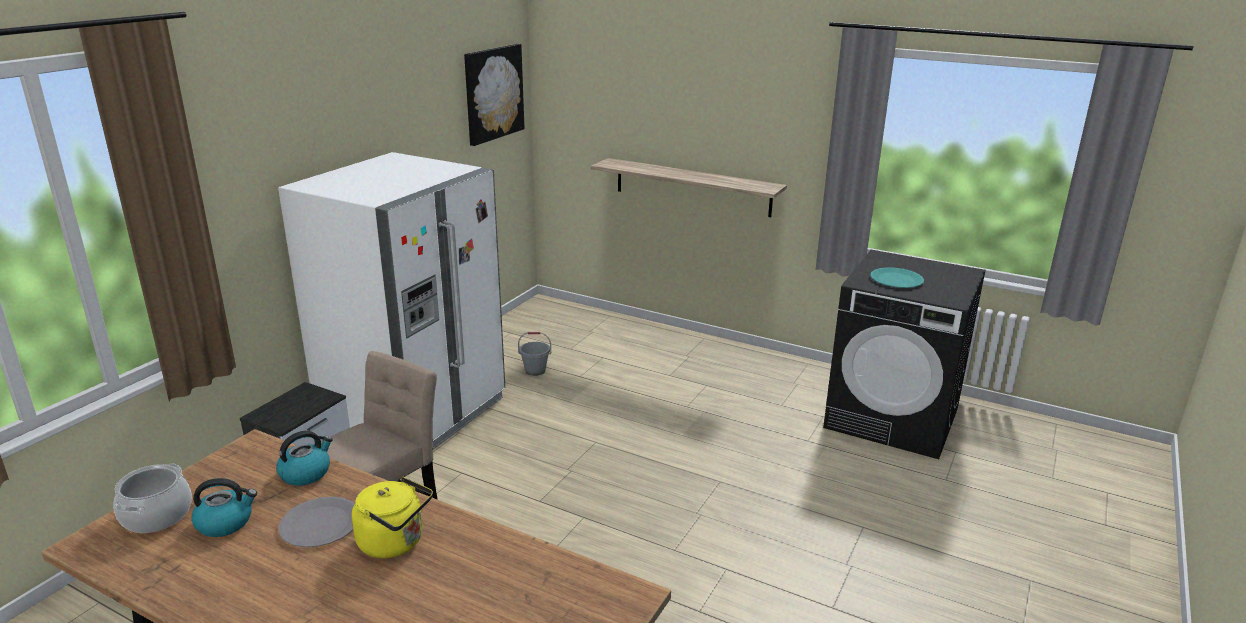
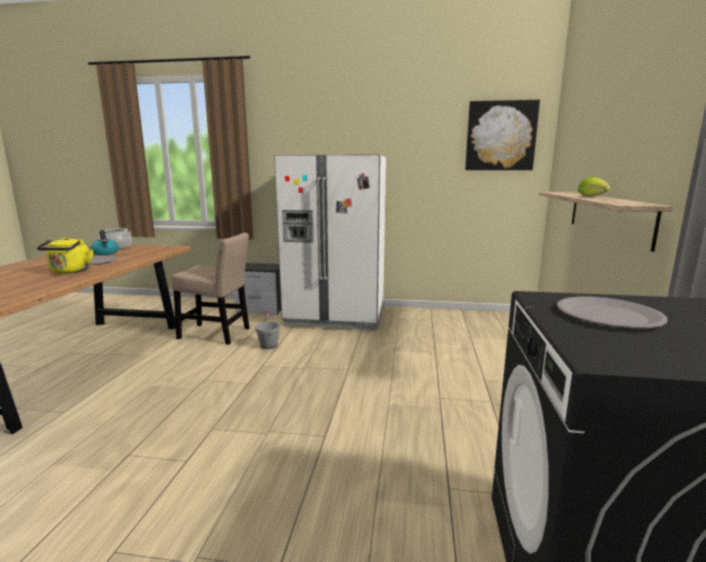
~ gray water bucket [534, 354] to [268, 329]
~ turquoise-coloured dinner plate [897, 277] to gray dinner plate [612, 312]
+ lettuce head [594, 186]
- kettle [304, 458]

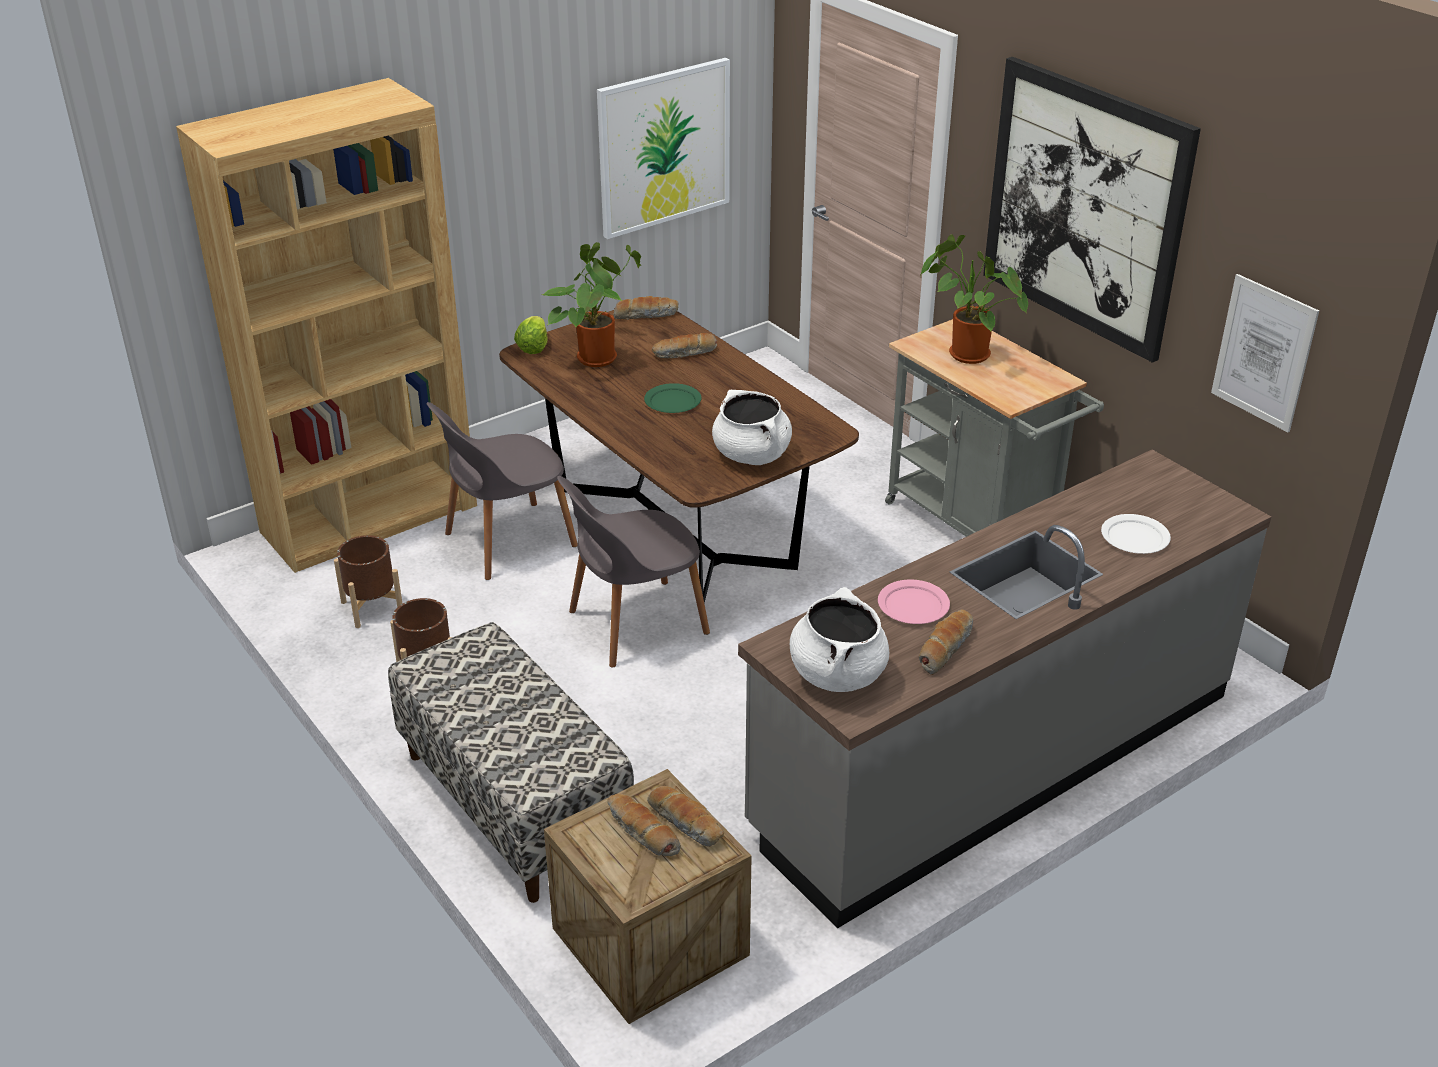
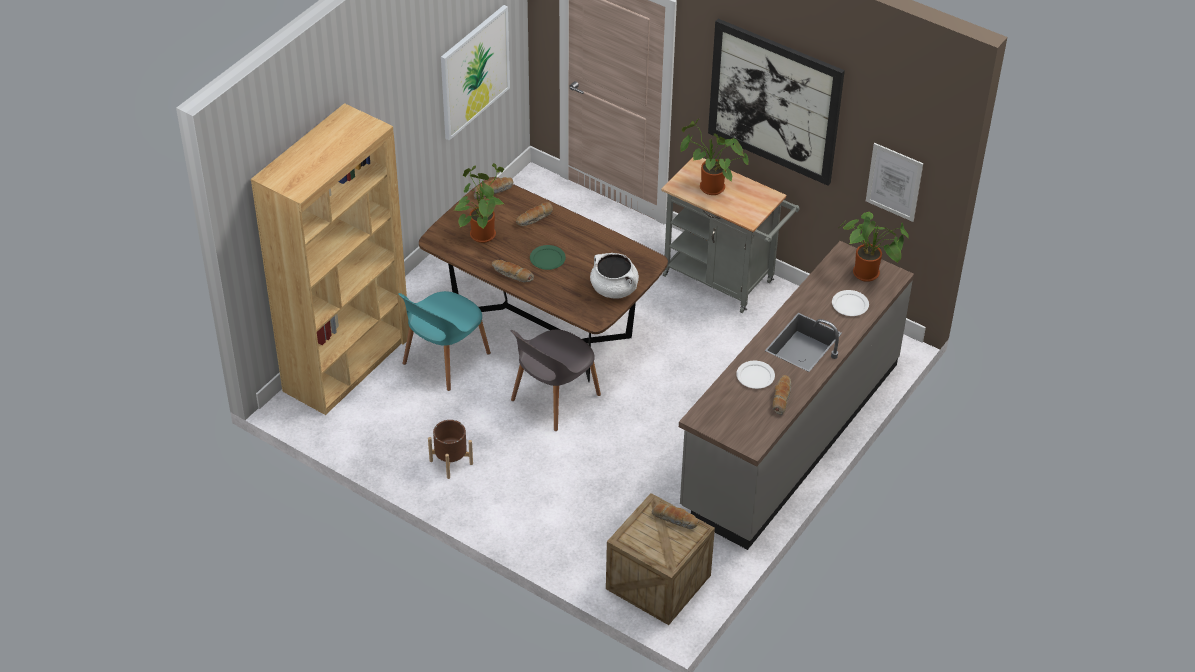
~ gray plain chair [502, 491] to turquoise-coloured plain chair [444, 341]
~ bakery bread [644, 825] to [513, 271]
~ pink dinner plate [914, 602] to white dinner plate [755, 375]
+ houseplant [873, 246]
- brownish planter [368, 581]
- long seat [511, 762]
- lettuce head [531, 335]
- white stockpot [839, 639]

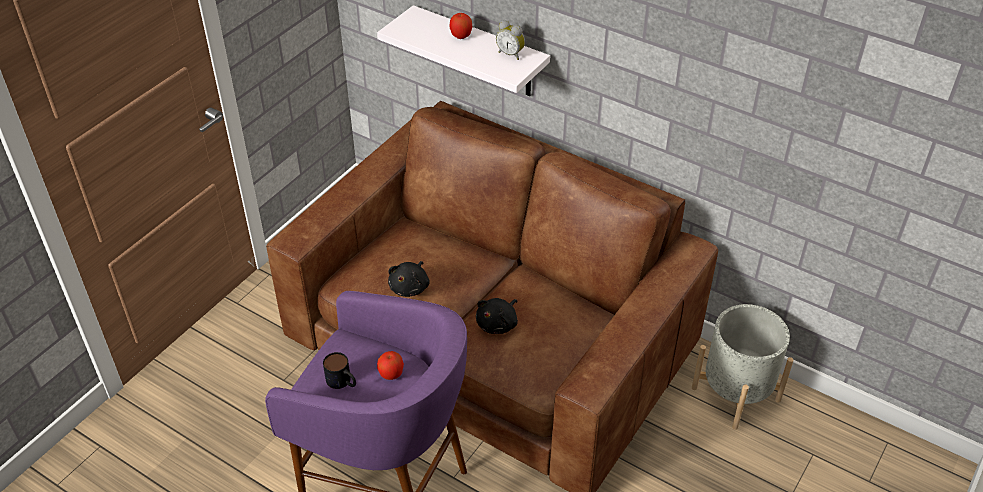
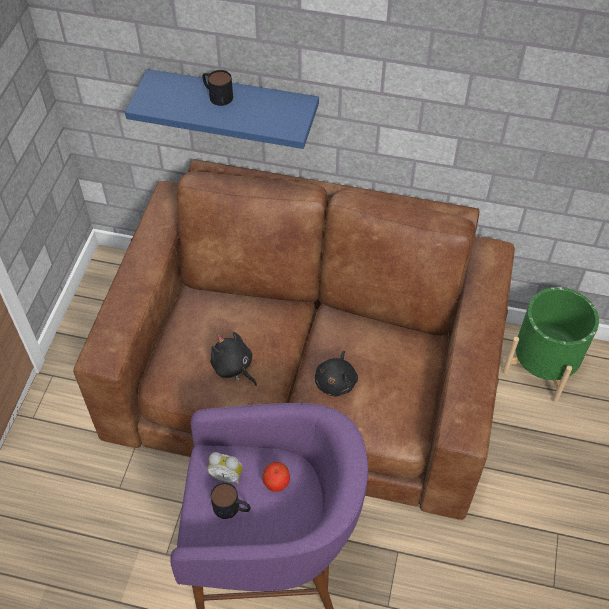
~ white wall shelf [463, 50] to blue-coloured wall shelf [222, 109]
~ whole apple [461, 26] to tea mug [217, 88]
~ bedside clock [510, 40] to [225, 468]
~ black soft toy [409, 279] = [233, 358] 135 degrees clockwise
~ gray planter [743, 367] to greenish planter [550, 345]

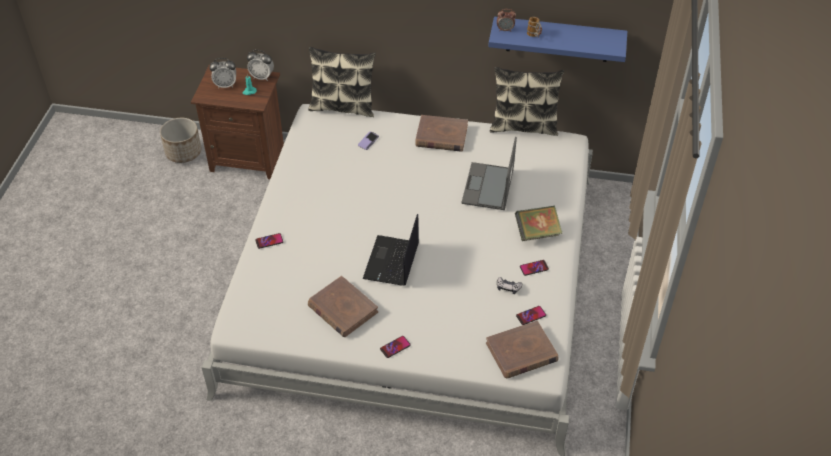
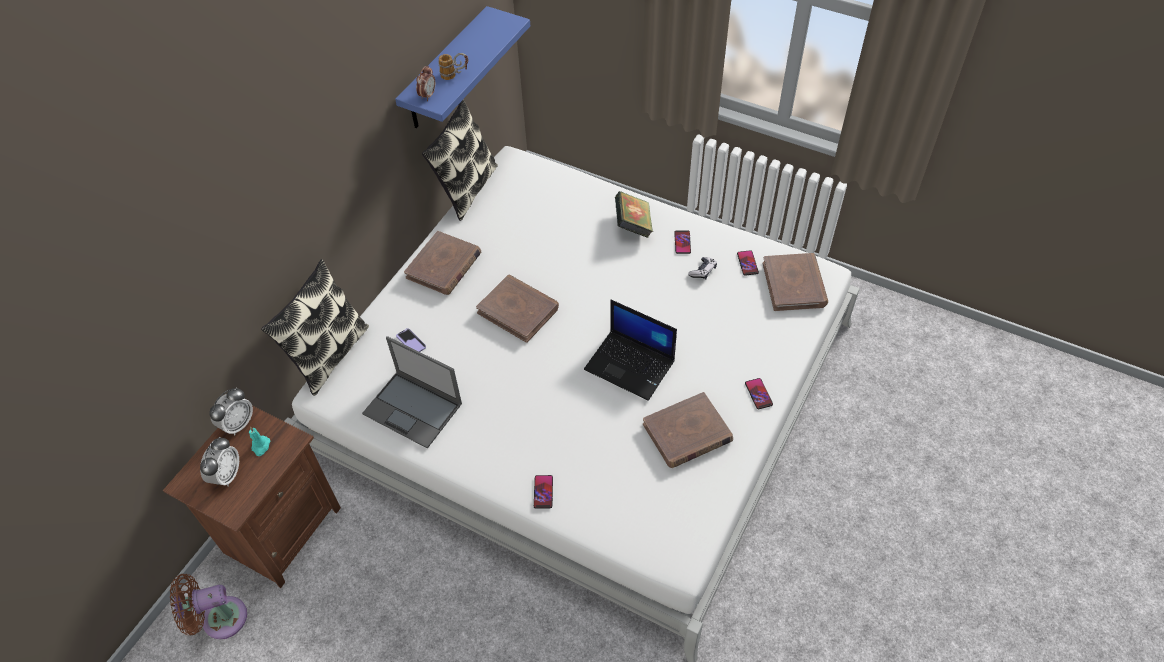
~ planter [180, 140] to brownish electric fan [208, 606]
~ portable computer [489, 173] to [412, 392]
+ brownish bound book [517, 309]

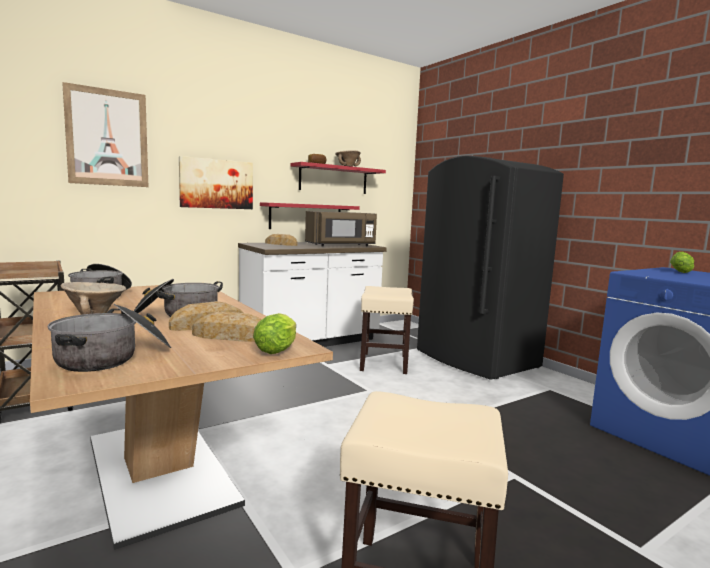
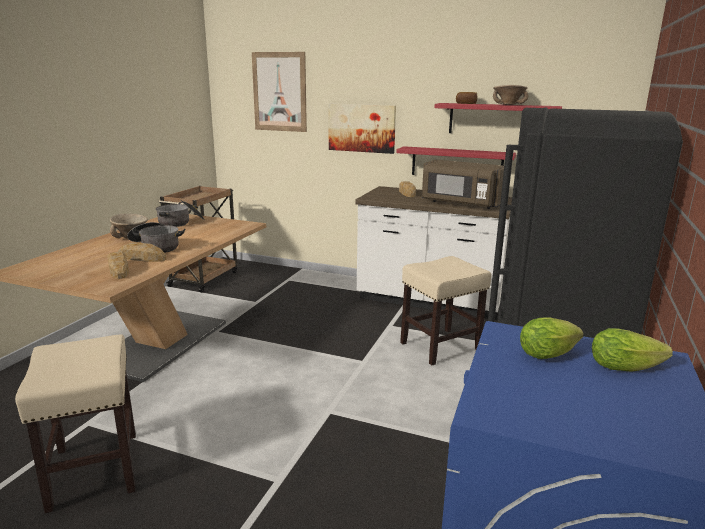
~ lettuce head [274, 333] to [552, 338]
- stockpot [109, 338]

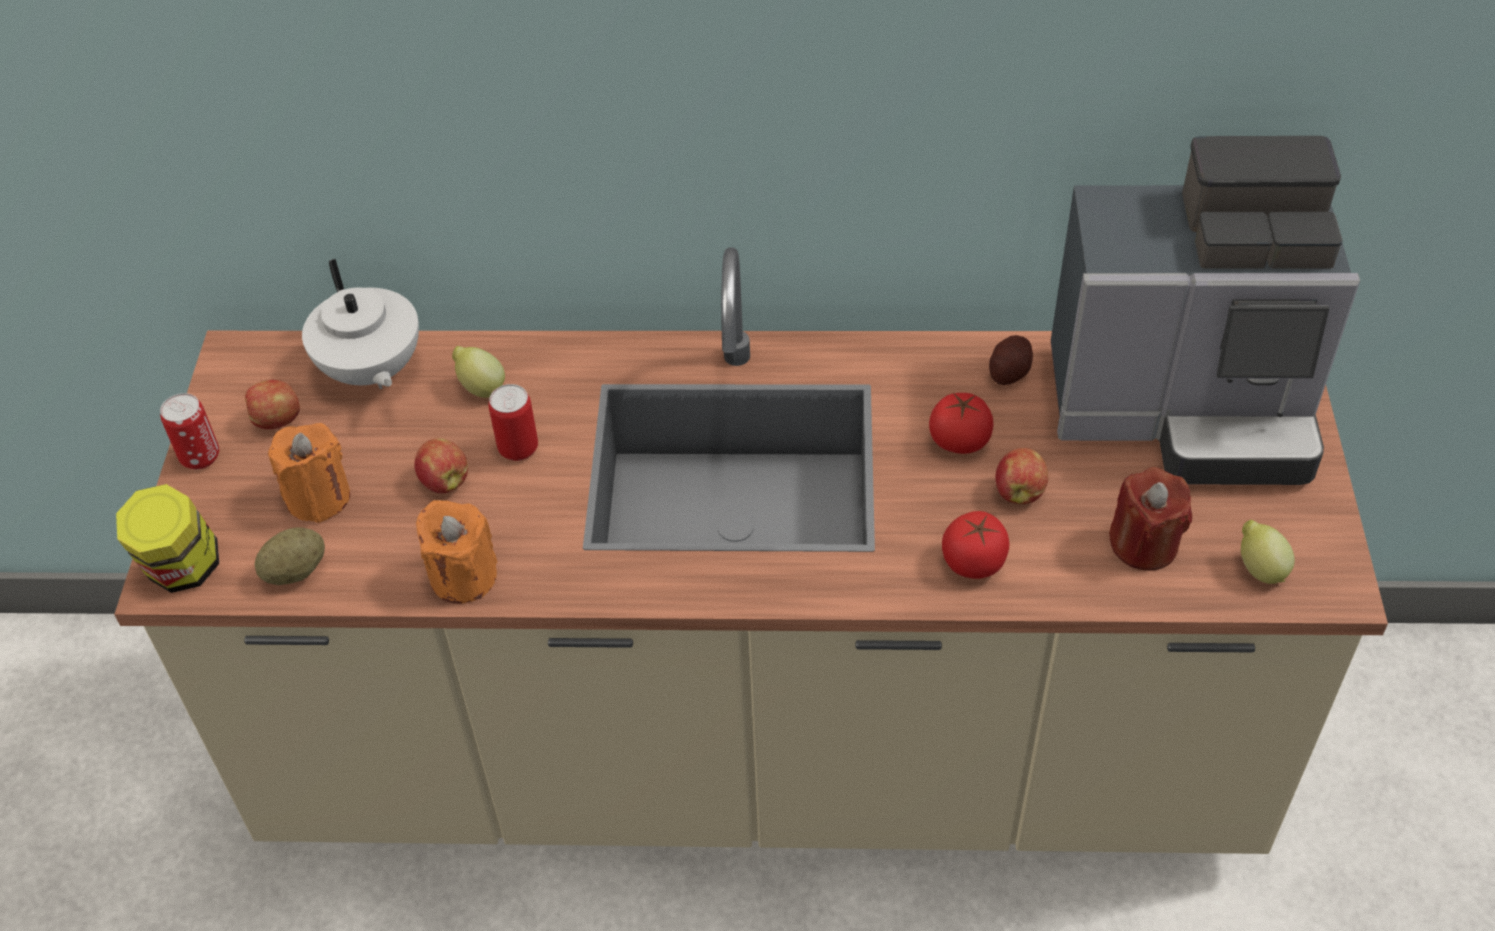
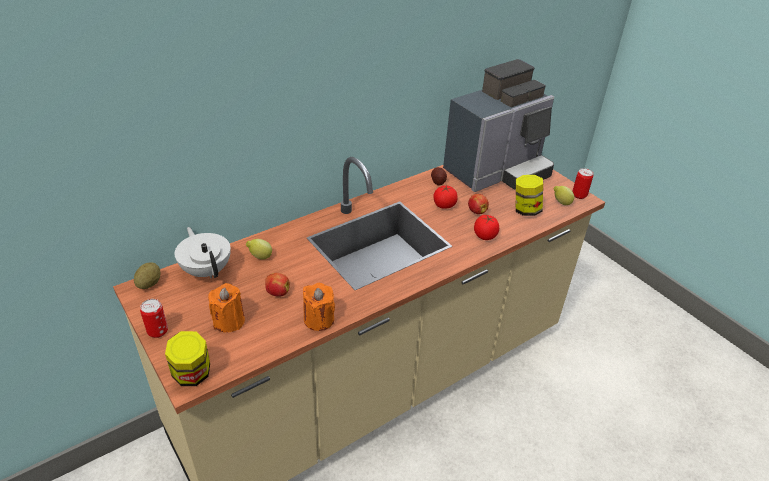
~ spud [290, 556] to [147, 275]
~ white teapot [360, 324] = [203, 252] 150 degrees counterclockwise
~ red-coloured candle [1150, 519] to preserve jar [529, 195]
~ can [513, 422] to [582, 183]
- whole apple [272, 404]

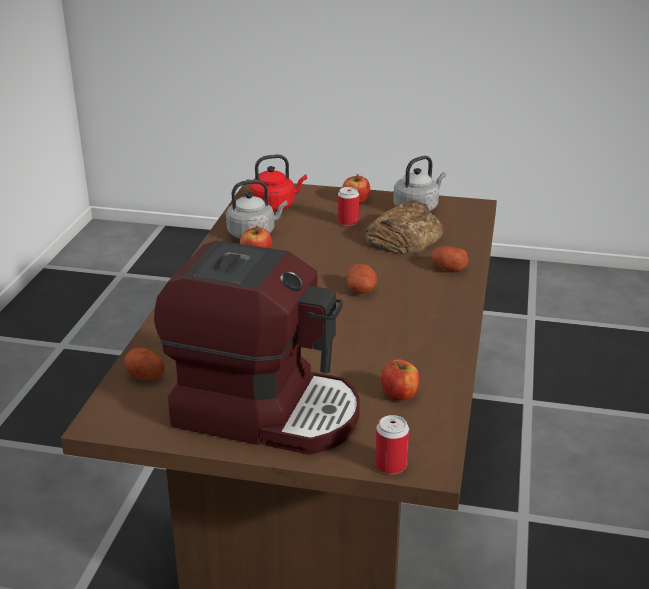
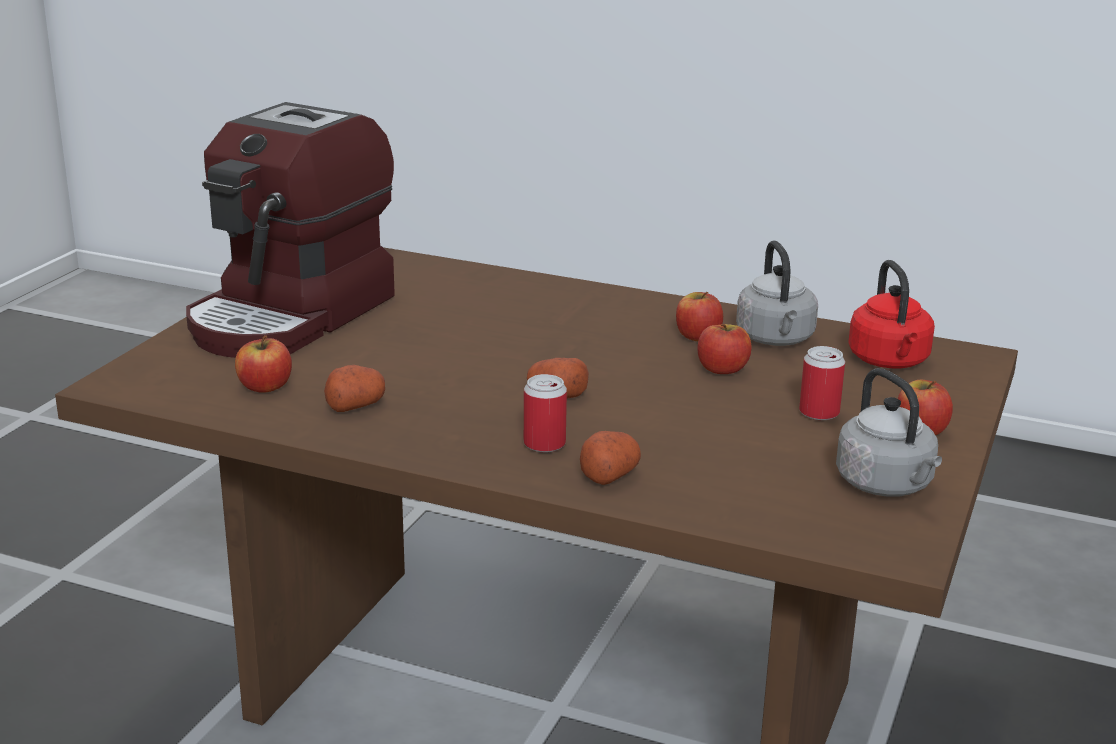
~ spud [144, 364] to [354, 388]
~ can [392, 444] to [545, 413]
+ whole apple [724, 349]
- bakery bread [404, 227]

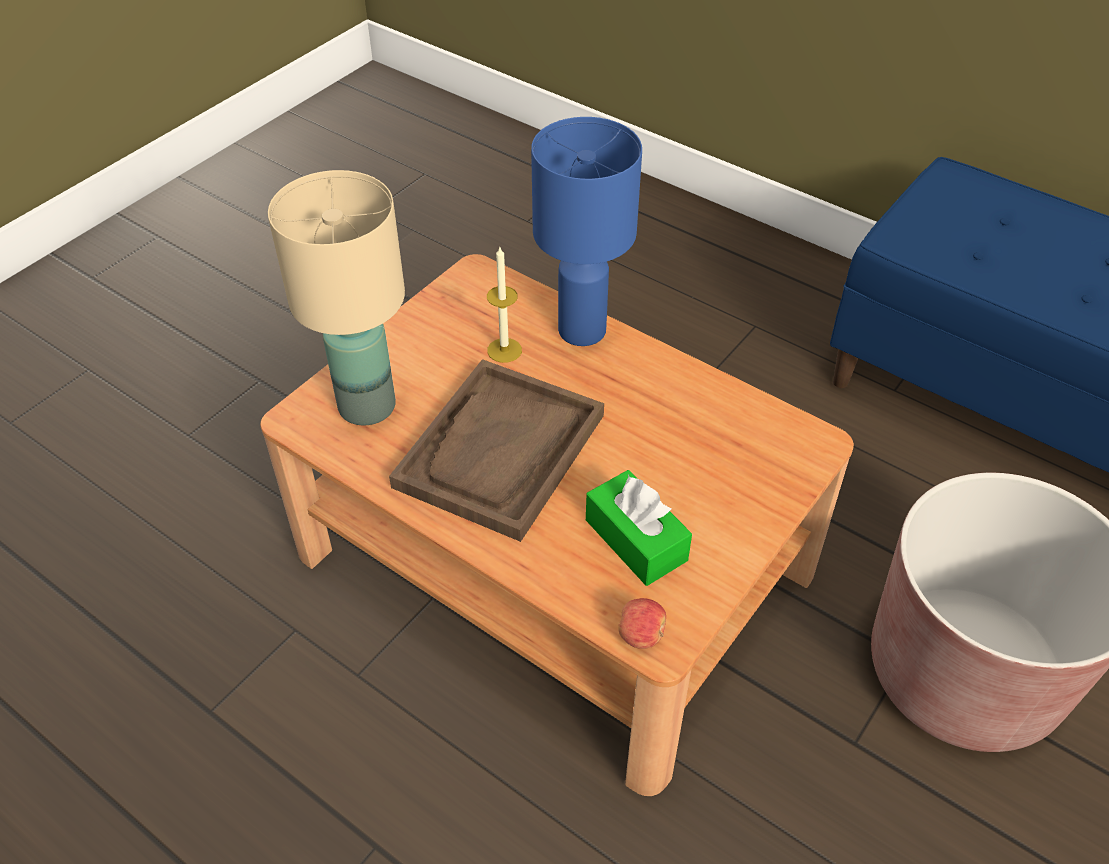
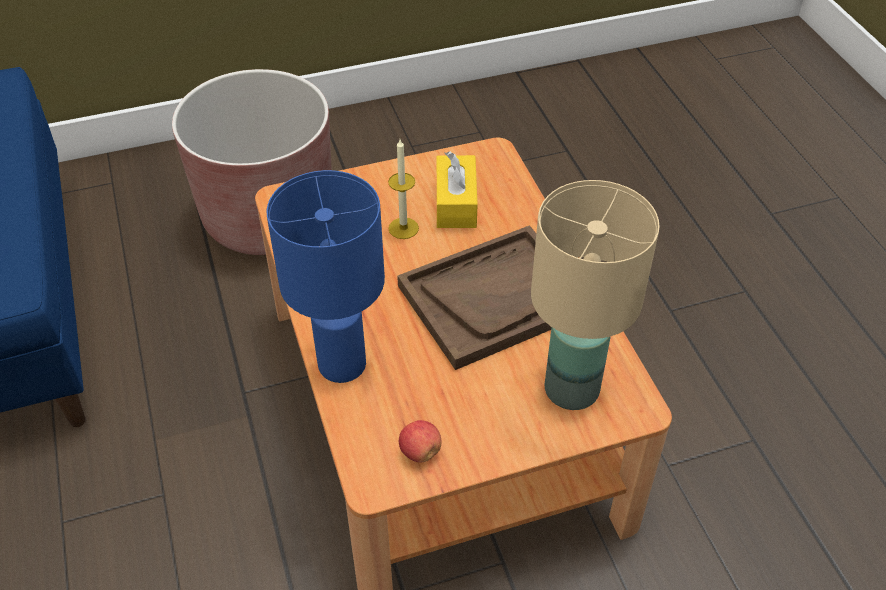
~ candle [504, 305] to [403, 189]
~ whole apple [642, 623] to [420, 441]
~ greenish tissue holder [639, 528] to yellow-coloured tissue holder [457, 189]

